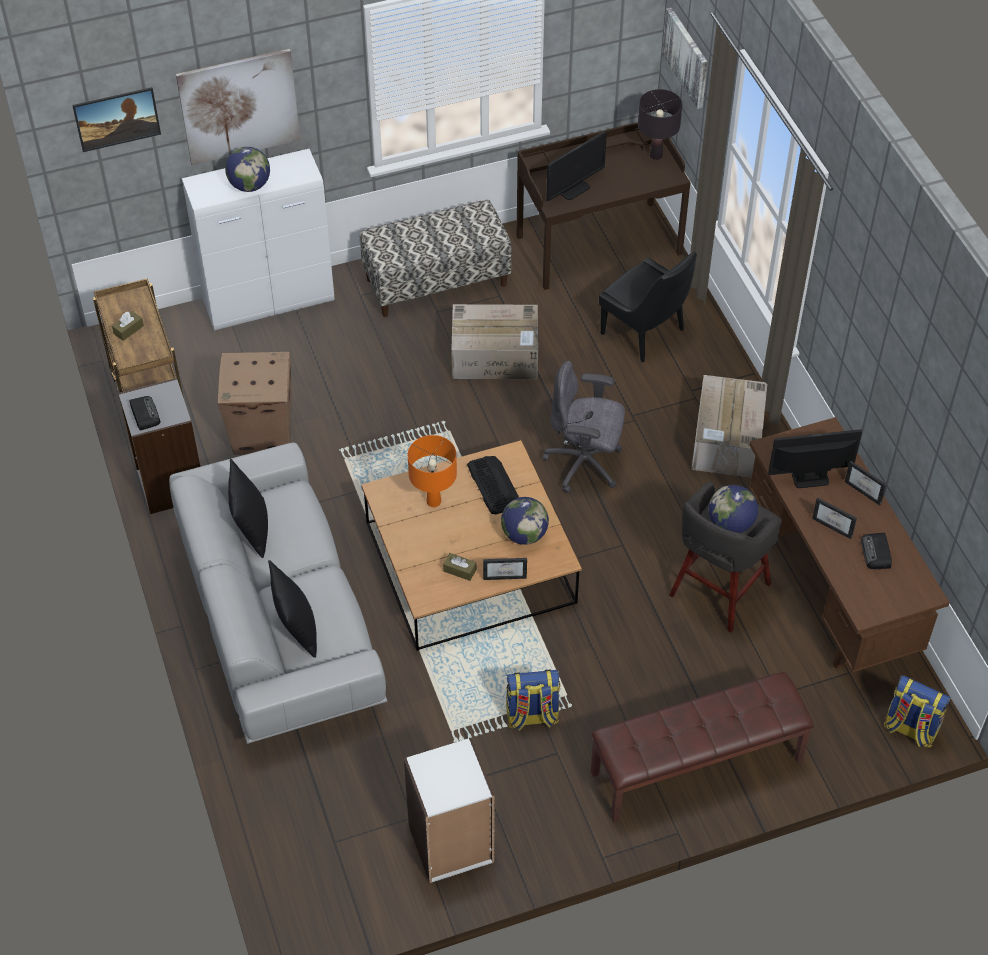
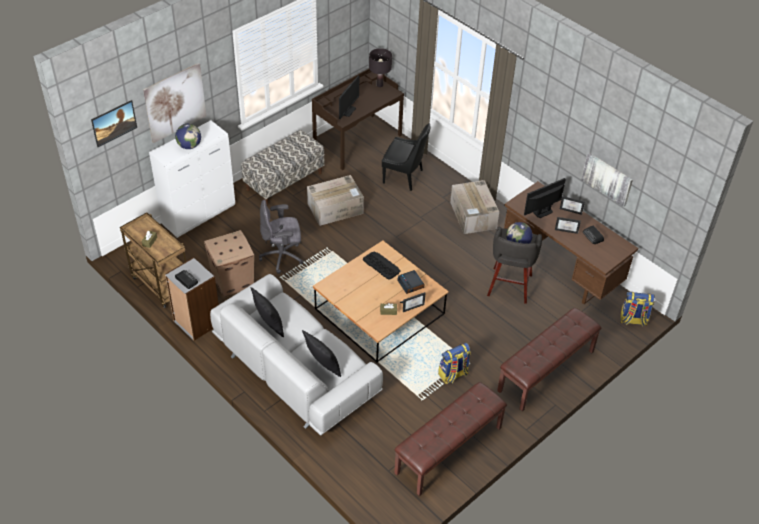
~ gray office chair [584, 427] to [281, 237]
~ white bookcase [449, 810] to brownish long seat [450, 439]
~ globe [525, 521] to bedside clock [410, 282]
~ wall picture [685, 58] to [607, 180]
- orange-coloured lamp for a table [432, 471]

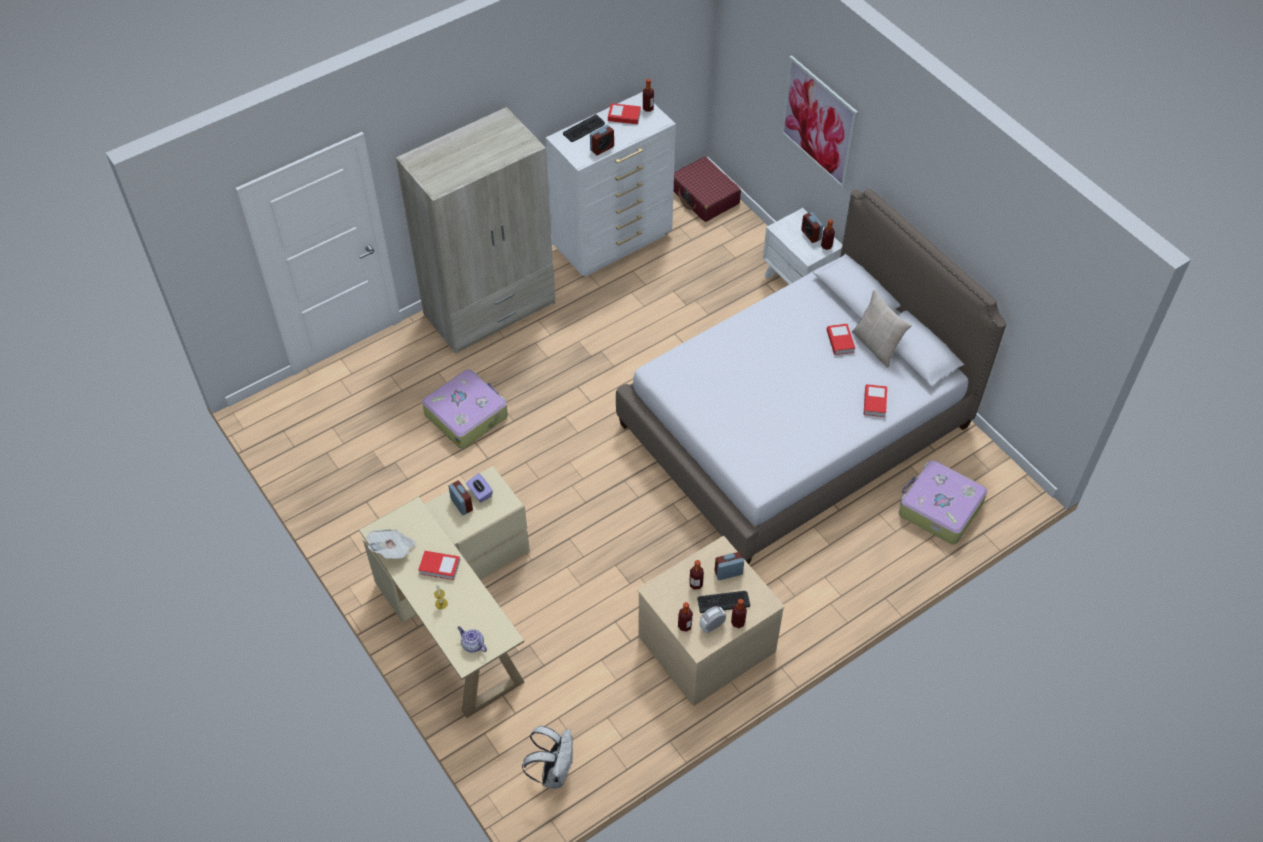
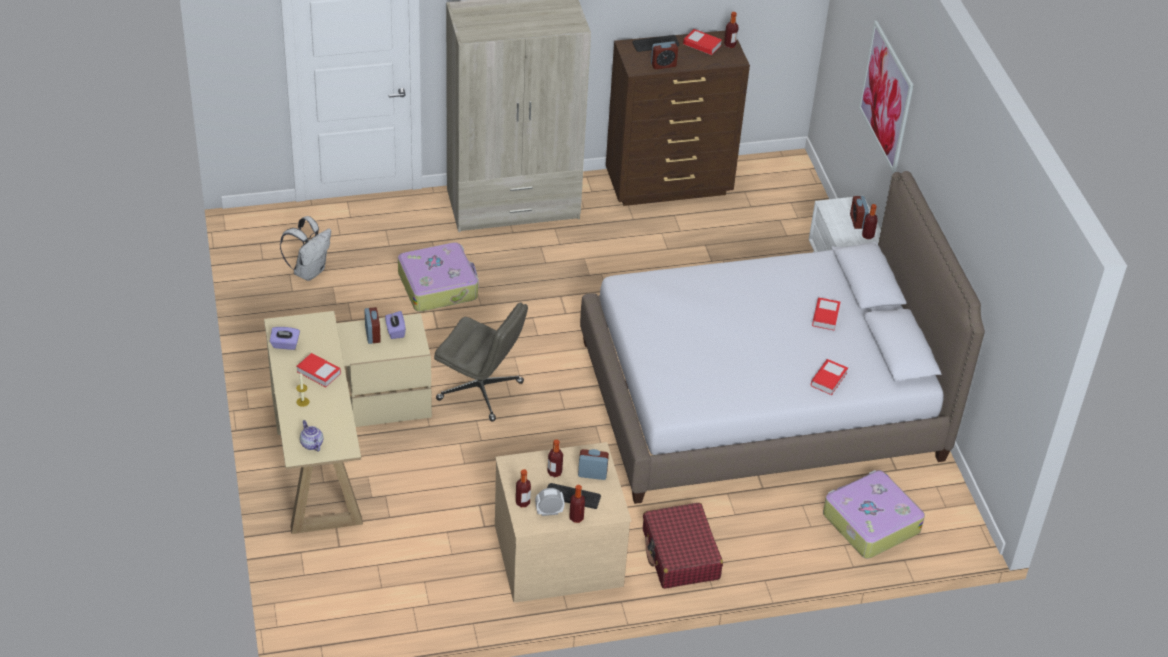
~ daily paper [391, 544] to purple tissue holder [285, 338]
~ white knapsack [547, 757] to [305, 248]
+ gray office chair [481, 362]
~ white chest of drawers [611, 184] to brownish chest of drawers [678, 118]
~ red-coloured travel case [707, 189] to [683, 546]
- beige cushion [882, 329]

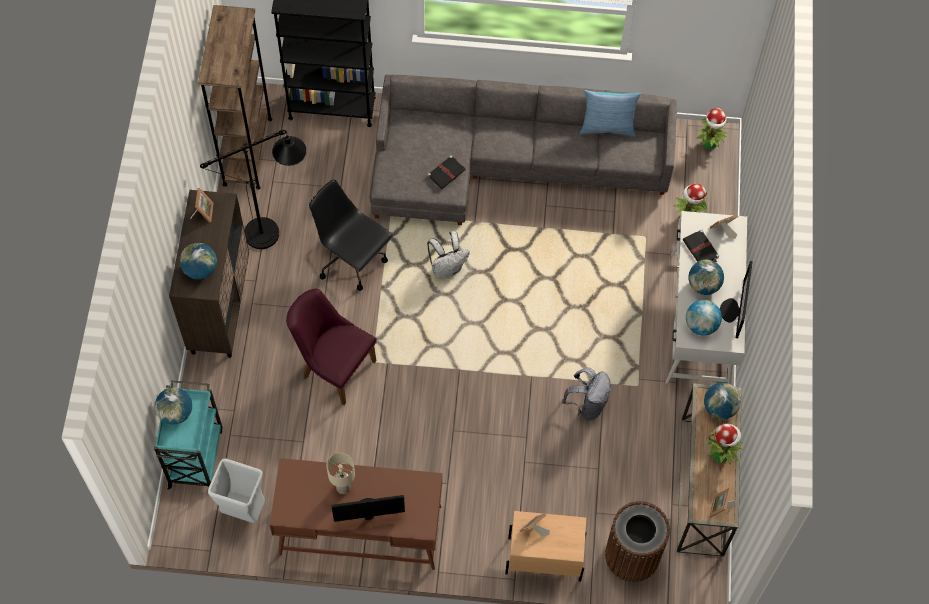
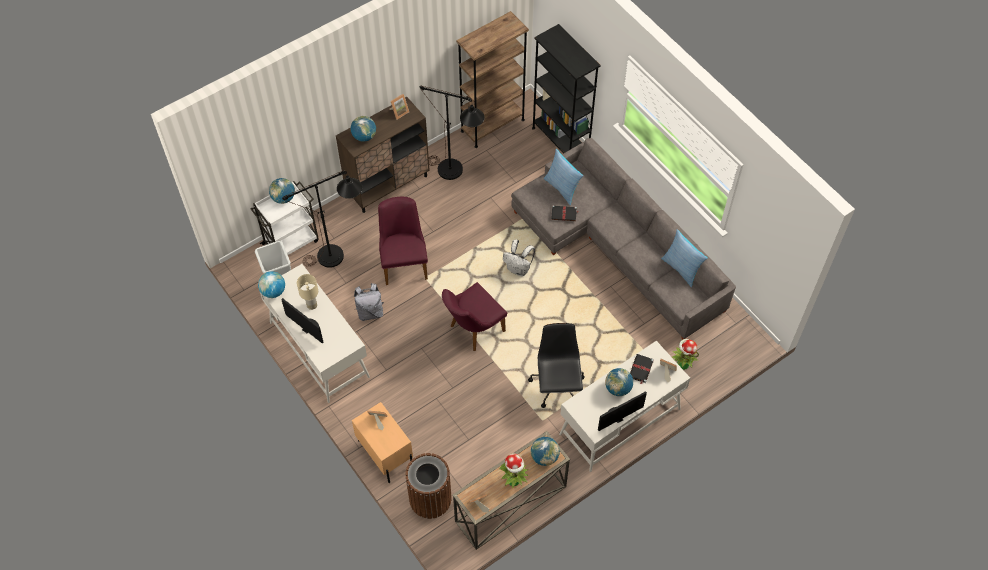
~ turquoise-coloured trolley [188, 435] to white trolley [284, 218]
~ globe [704, 318] to [271, 284]
~ brownish desk unit [356, 514] to white desk unit [315, 333]
+ black standing lamp [322, 219]
~ gray knapsack [586, 394] to [369, 302]
+ purple plain chair [474, 316]
~ black office chair [351, 235] to [556, 365]
+ cushion [564, 177]
- houseplant [712, 129]

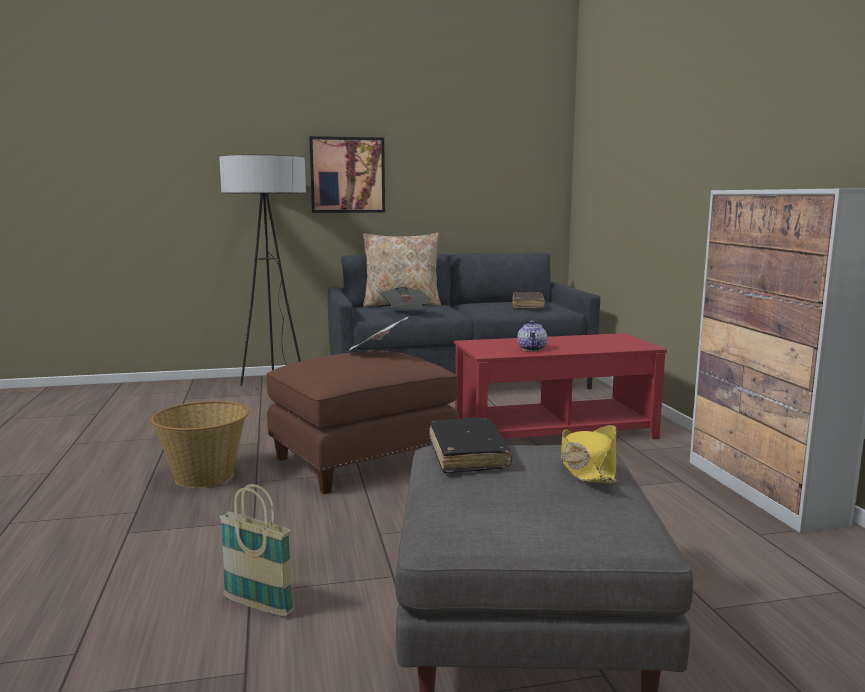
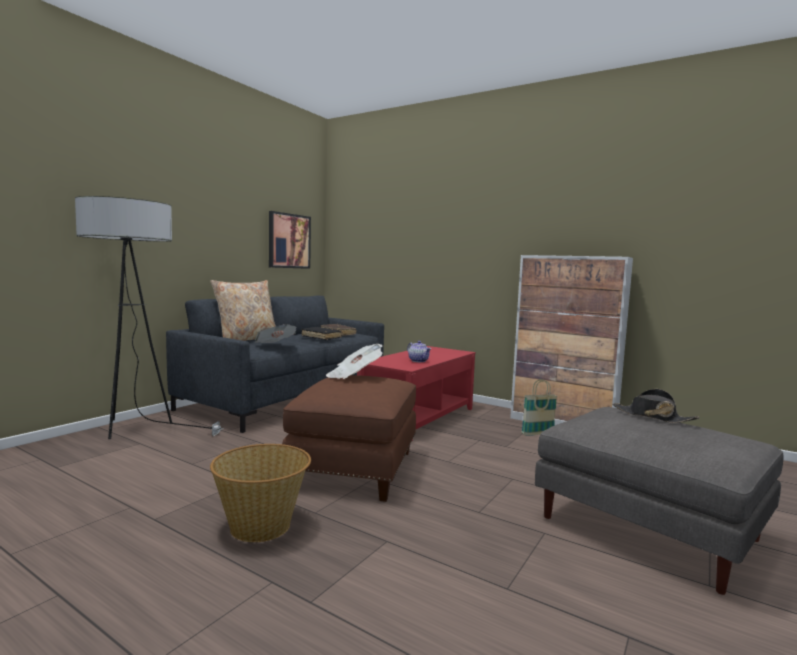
~ wall picture [347, 174] to [290, 240]
~ black bound book [470, 445] to [322, 333]
~ basket [256, 550] to [539, 407]
~ yellow-coloured clothing hat [588, 454] to black clothing hat [656, 406]

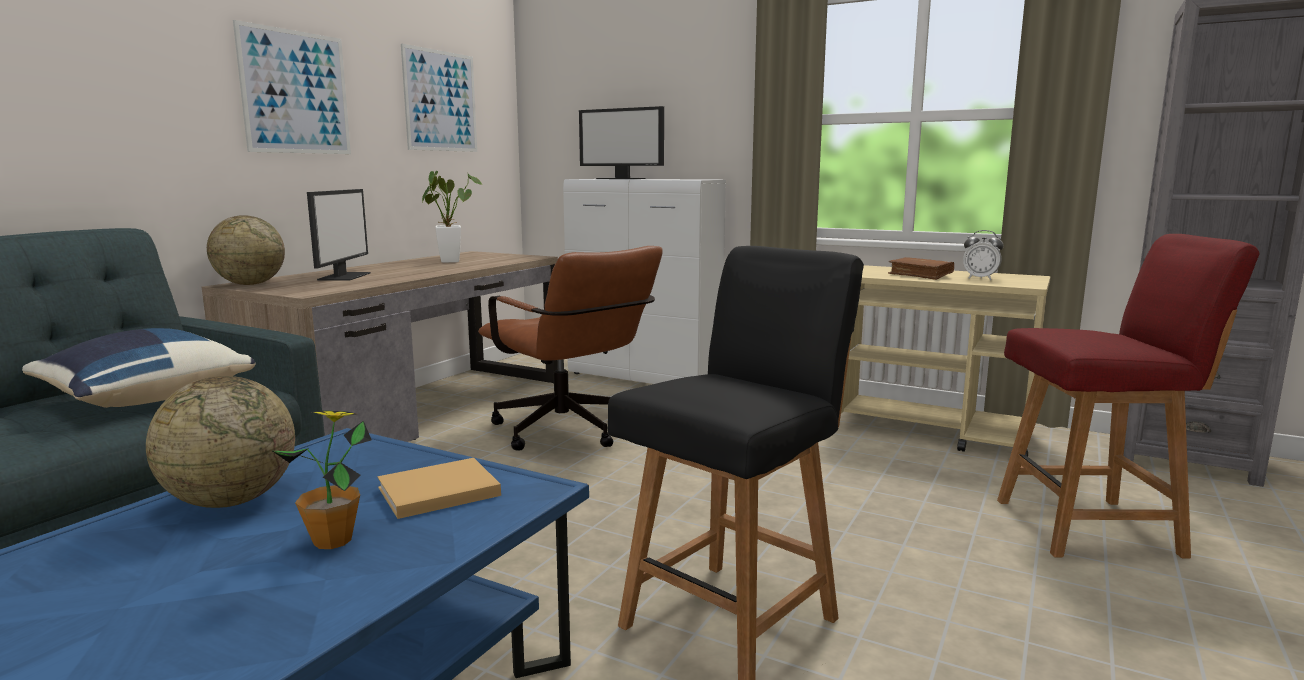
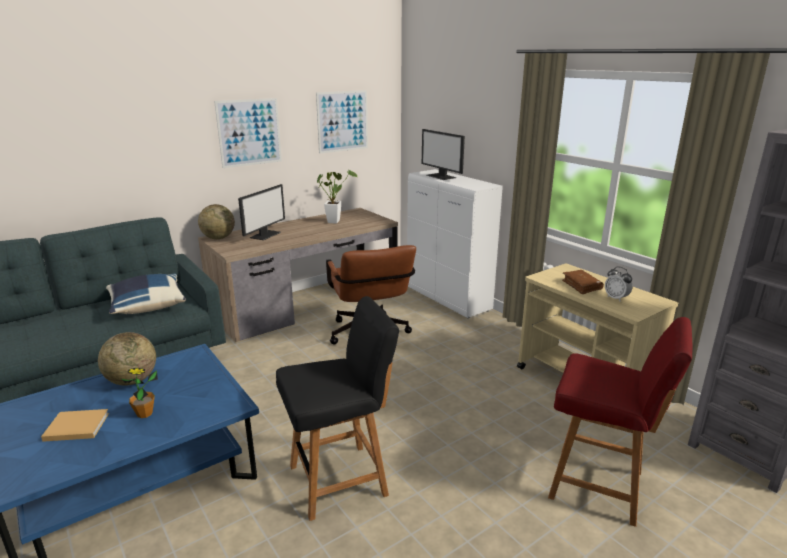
~ beige bound book [439, 488] to [75, 425]

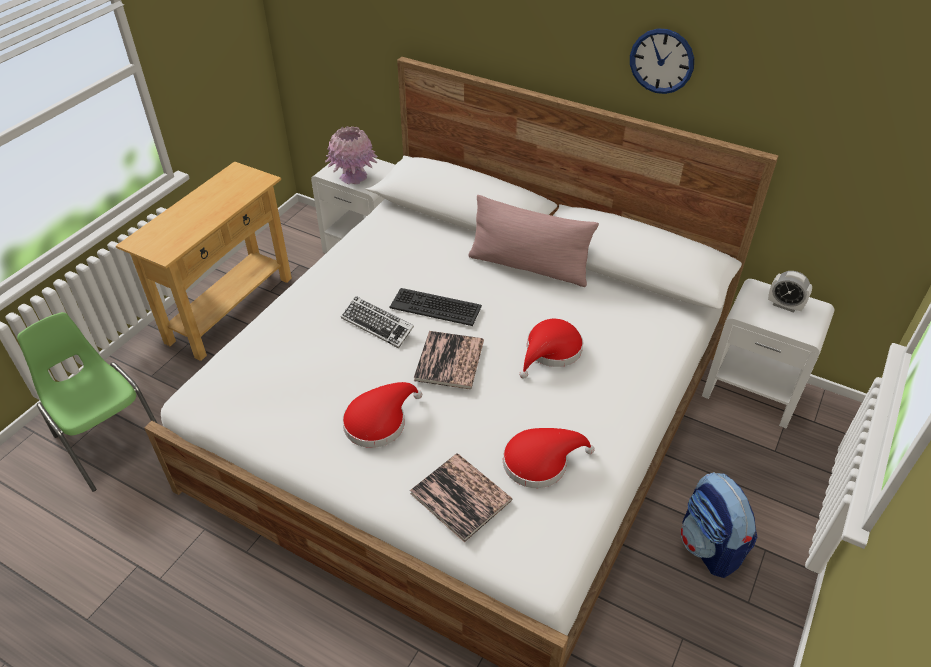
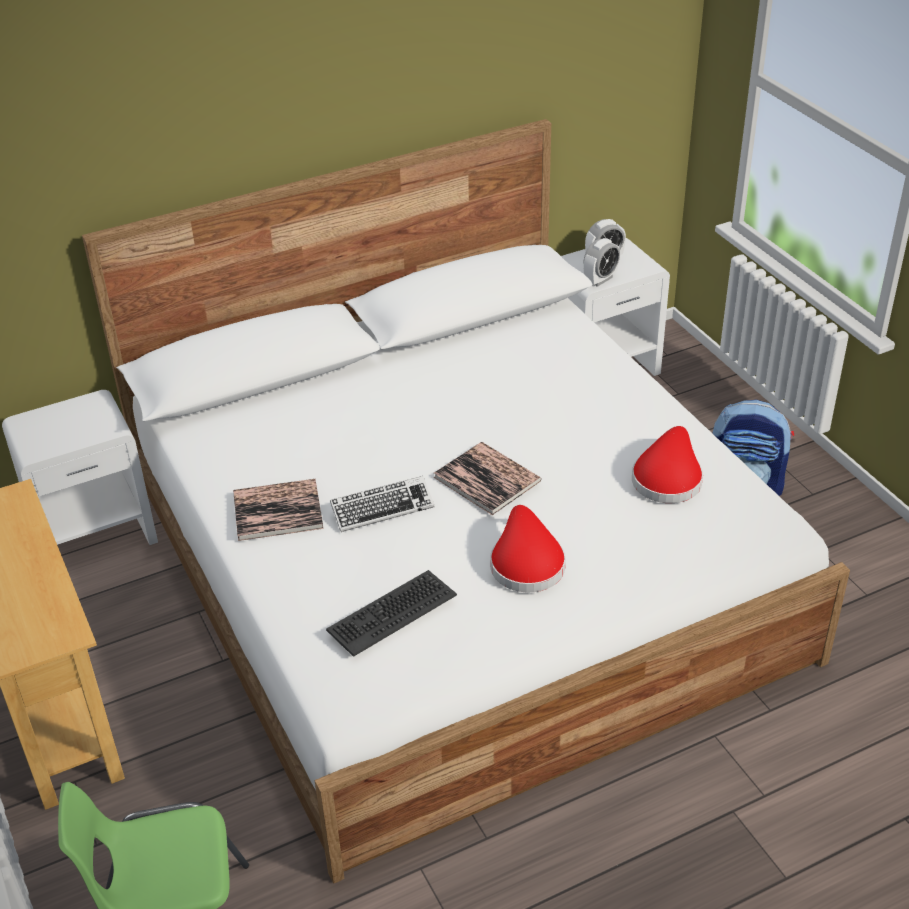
~ bound book [461, 497] to [278, 510]
~ keyboard [435, 307] to [391, 613]
+ bedside clock [601, 262]
- pink flower vase [351, 155]
- pink cushion [534, 241]
- red-coloured clothing hat [551, 349]
- hanging clock [662, 61]

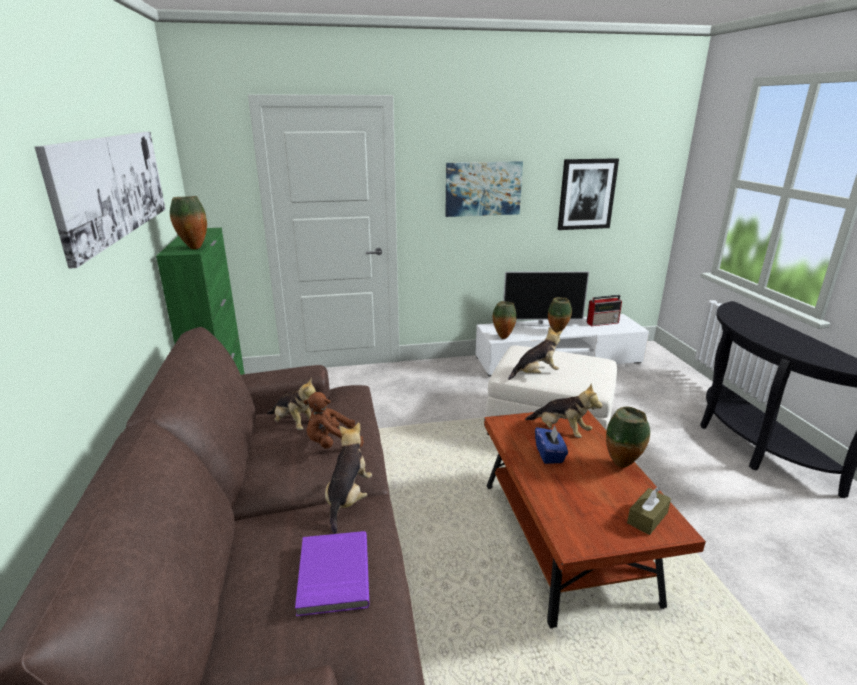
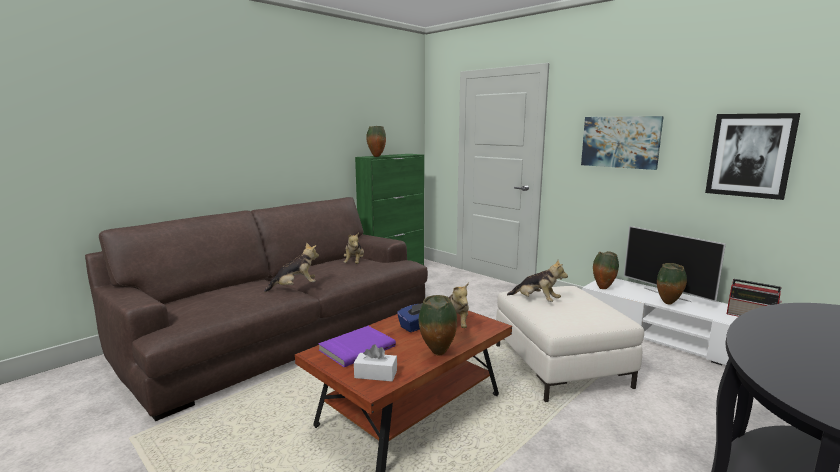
~ purple bound book [332, 573] to [357, 346]
~ brownish tissue holder [649, 511] to white tissue holder [375, 362]
- wall picture [100, 200]
- brownish soft toy [334, 420]

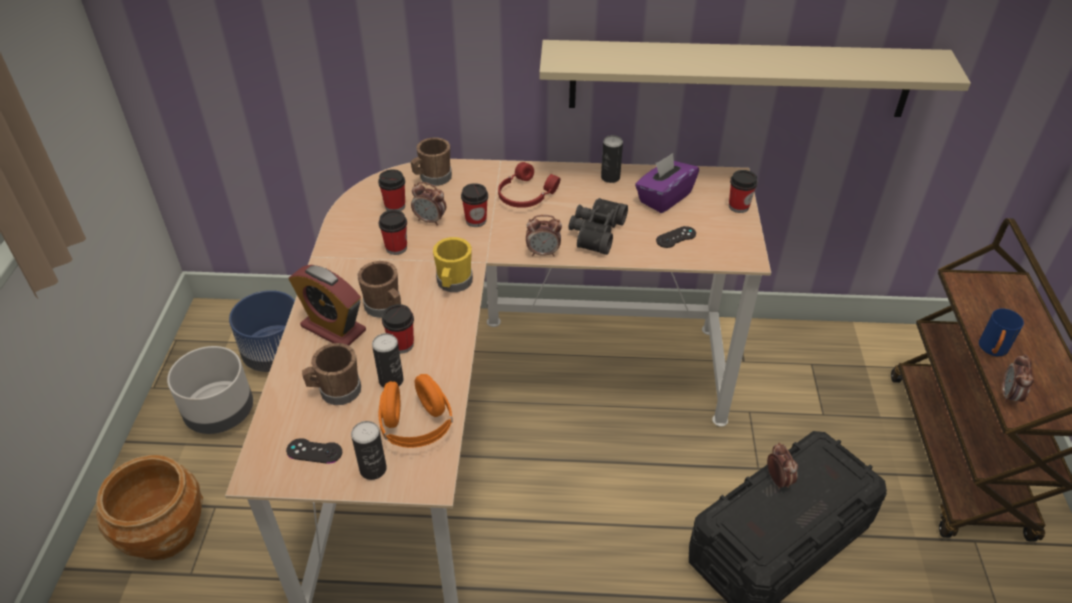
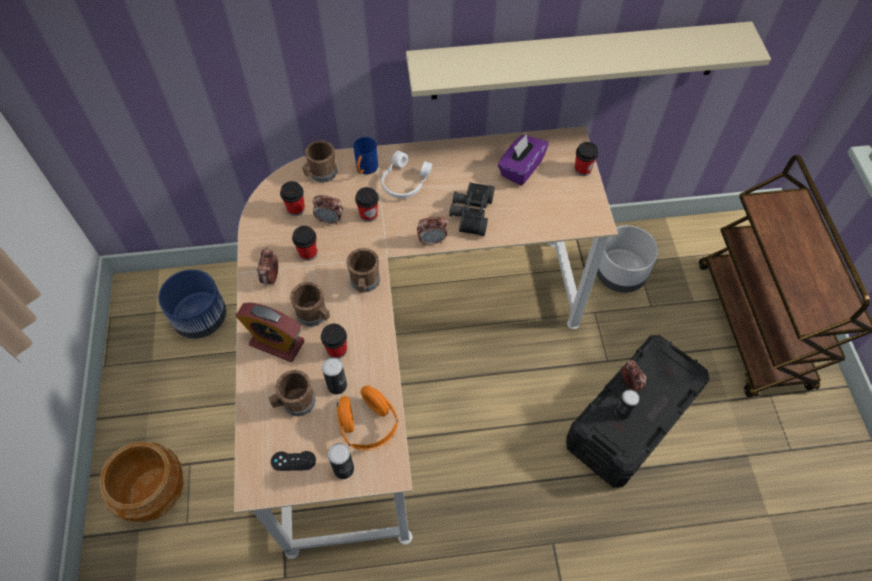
~ bedside clock [1018, 379] to [267, 266]
~ yellow-coloured tea mug [453, 264] to brownish tea mug [363, 270]
~ blue-coloured tea mug [1001, 332] to [365, 155]
~ red-coloured headphones [529, 185] to white headphones [407, 174]
~ gray planter [210, 390] to [627, 259]
~ can [612, 159] to [627, 404]
- black gamepad [676, 237]

